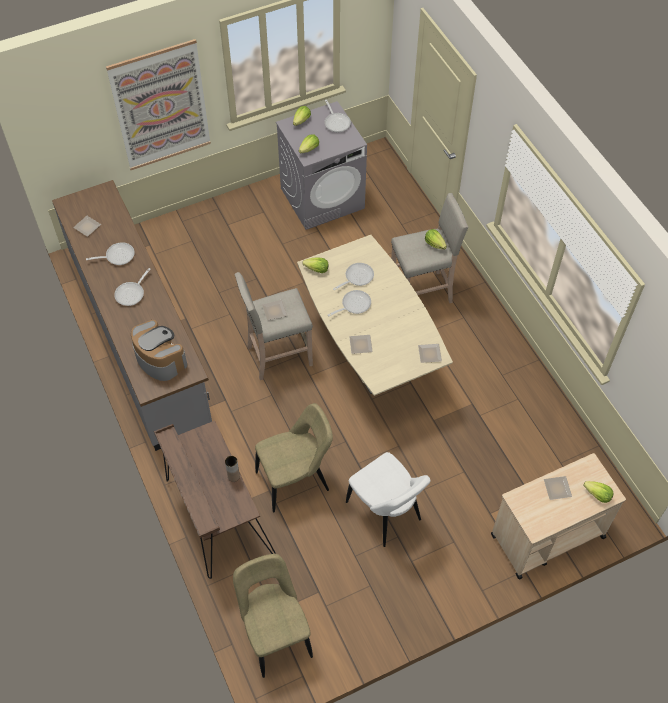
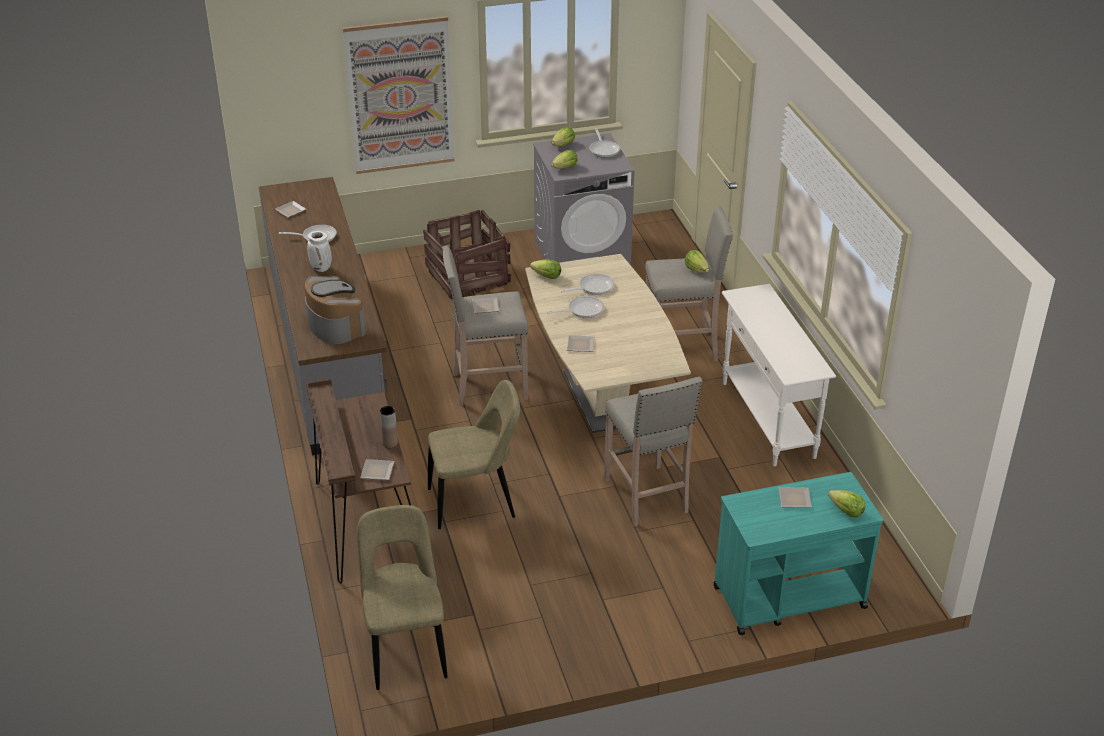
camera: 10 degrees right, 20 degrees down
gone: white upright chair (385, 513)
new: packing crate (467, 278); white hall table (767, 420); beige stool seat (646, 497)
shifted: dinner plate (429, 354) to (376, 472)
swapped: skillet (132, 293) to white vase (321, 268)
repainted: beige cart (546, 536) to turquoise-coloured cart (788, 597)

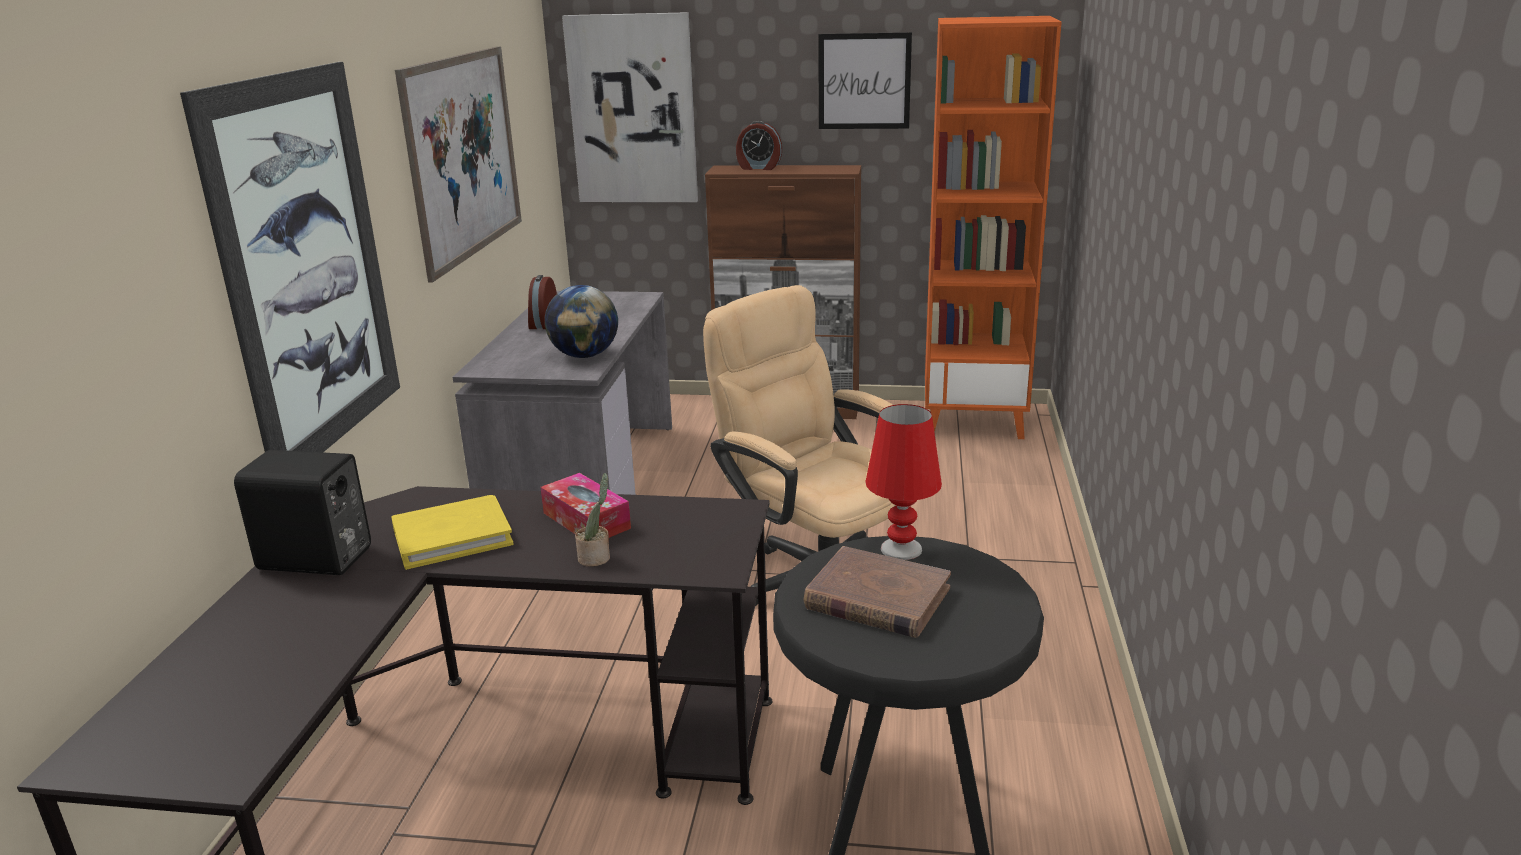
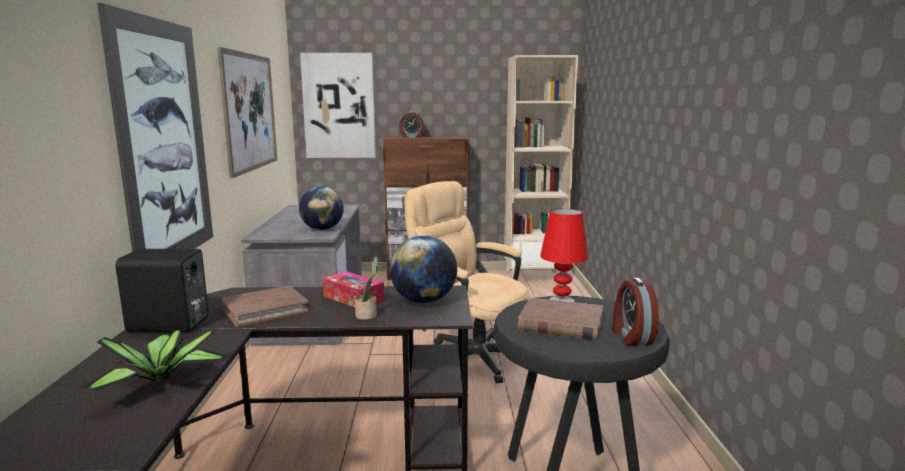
camera: 10 degrees left, 10 degrees down
gone: wall picture (864, 81)
new: world globe (424, 301); potted plant (162, 381)
shifted: bedside clock (543, 324) to (631, 337)
repainted: orange shelving unit (974, 421) to beige shelving unit (534, 278); yellow-coloured book (452, 536) to brownish book (265, 309)

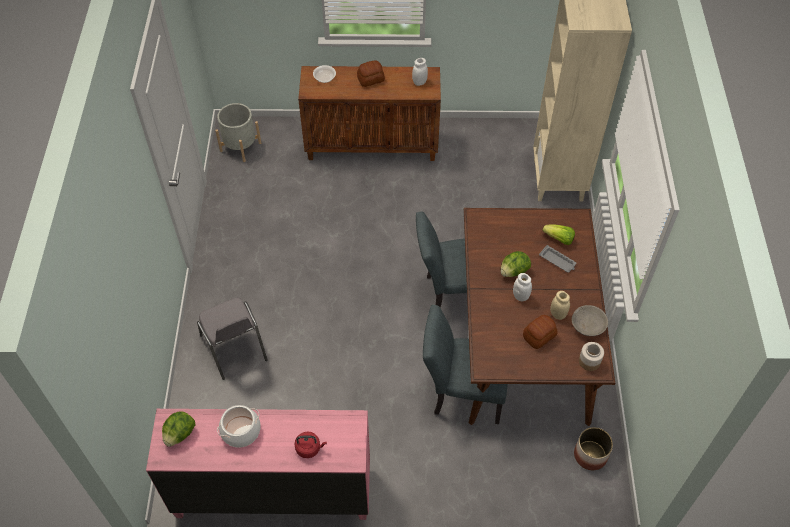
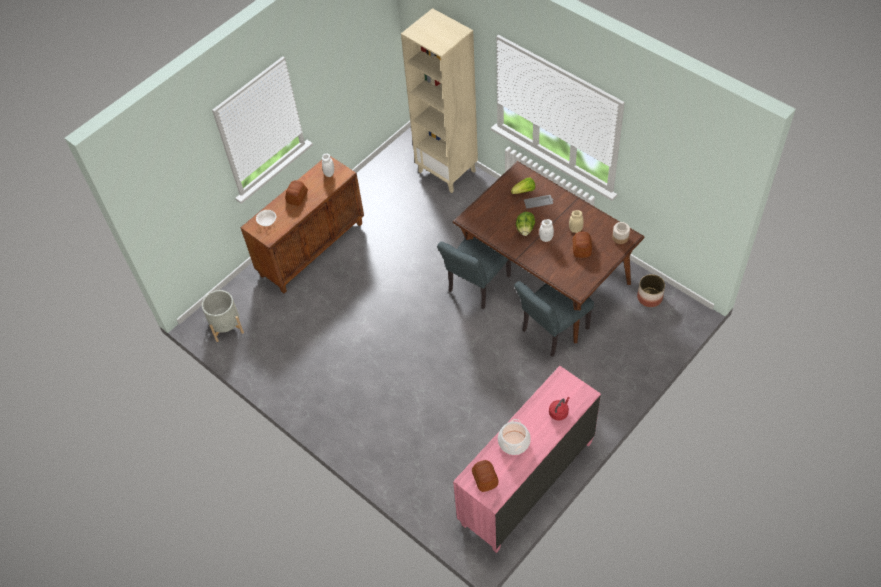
camera: 45 degrees left, 0 degrees up
gone: greyish upright chair (234, 348); greyish deep dish (588, 325)
swapped: lettuce head (180, 434) to bread (485, 478)

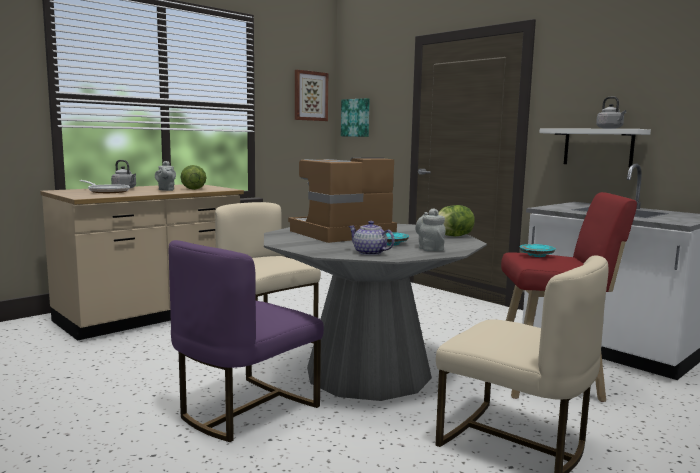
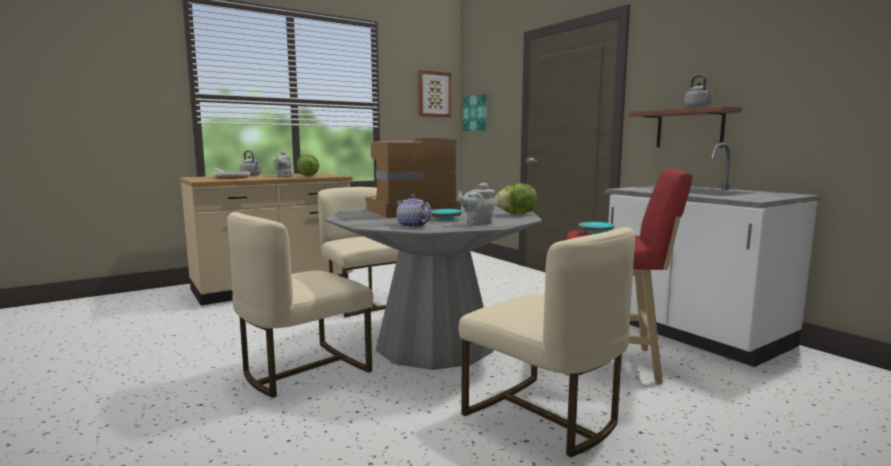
camera: 10 degrees right, 0 degrees up
repainted: white shelf (598, 147) to brownish shelf (689, 128); purplish upright chair (245, 409) to beige upright chair (303, 370)
rotated: greyish pot for tea (430, 249) = (477, 223) 120 degrees counterclockwise

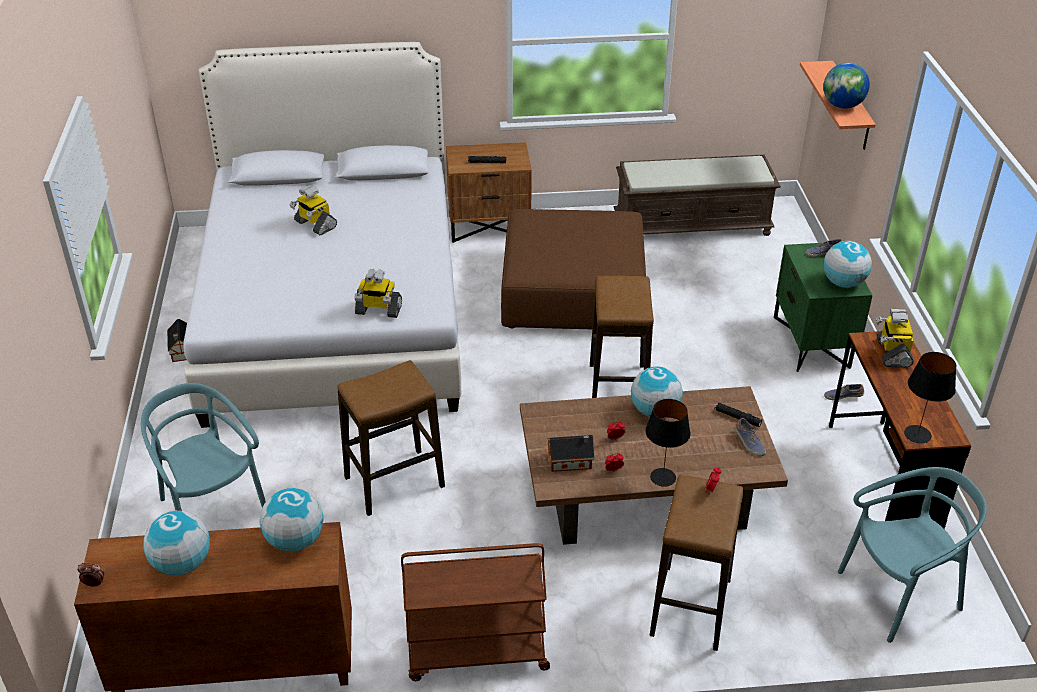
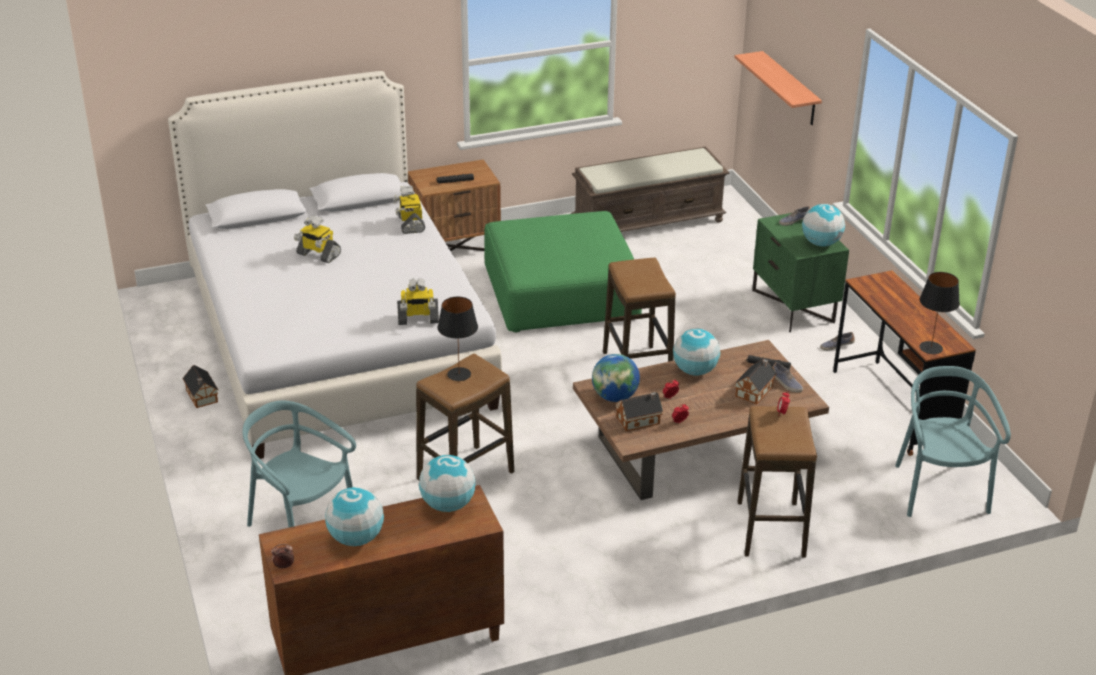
camera: 15 degrees left, 5 degrees down
gone: brownish cart (476, 653)
new: toy house (755, 391)
shifted: world globe (842, 106) to (615, 397); robot figure (892, 353) to (410, 224); blackish tabletop lamp (663, 477) to (459, 374)
repainted: brownish footrest (573, 291) to greenish footrest (561, 292)
rotated: turquoise-coloured upright chair (899, 595) = (938, 490) 60 degrees counterclockwise

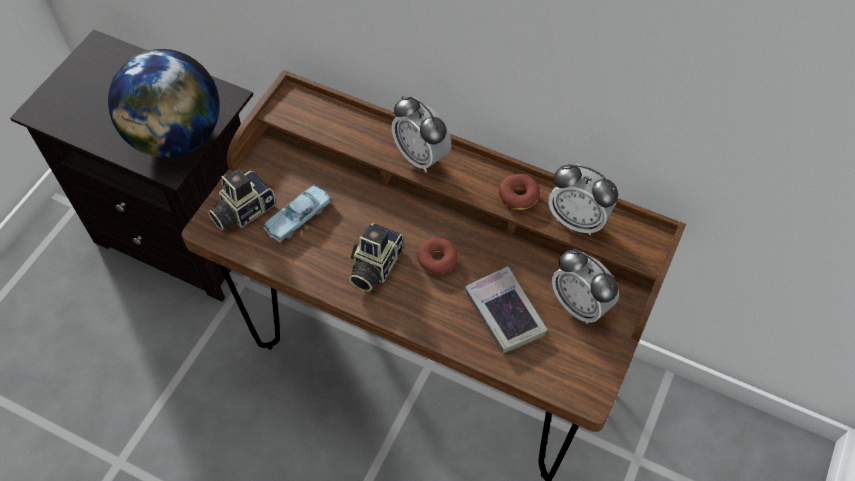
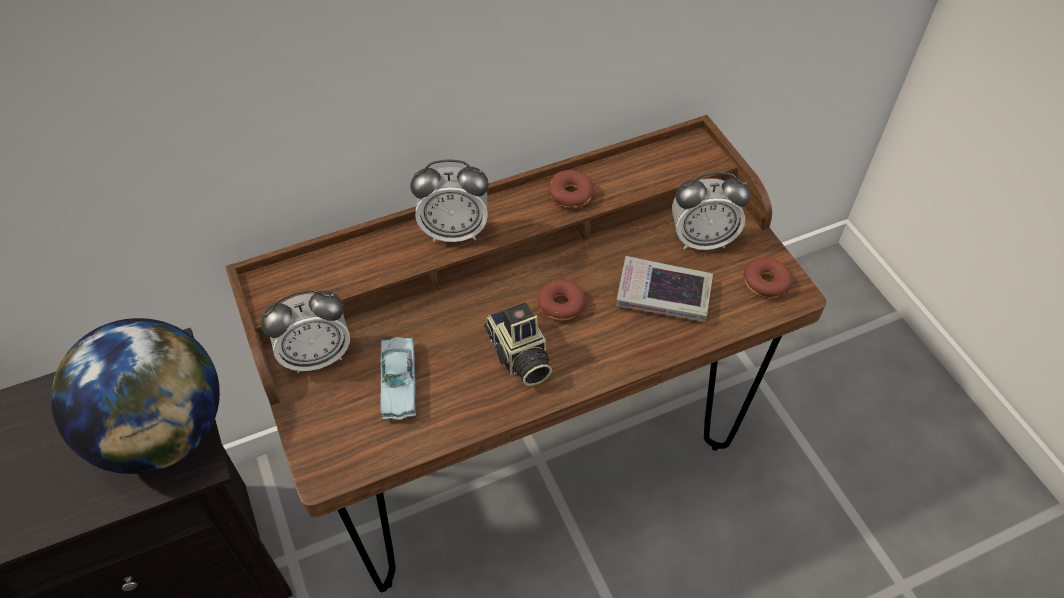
camera: 50 degrees left, 5 degrees down
gone: still camera (242, 210)
new: doughnut (765, 282)
shifted: bedside clock (577, 220) to (317, 356)

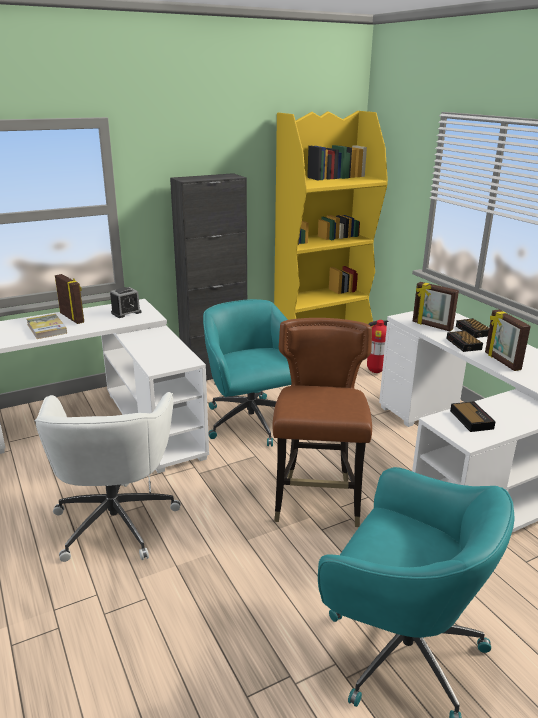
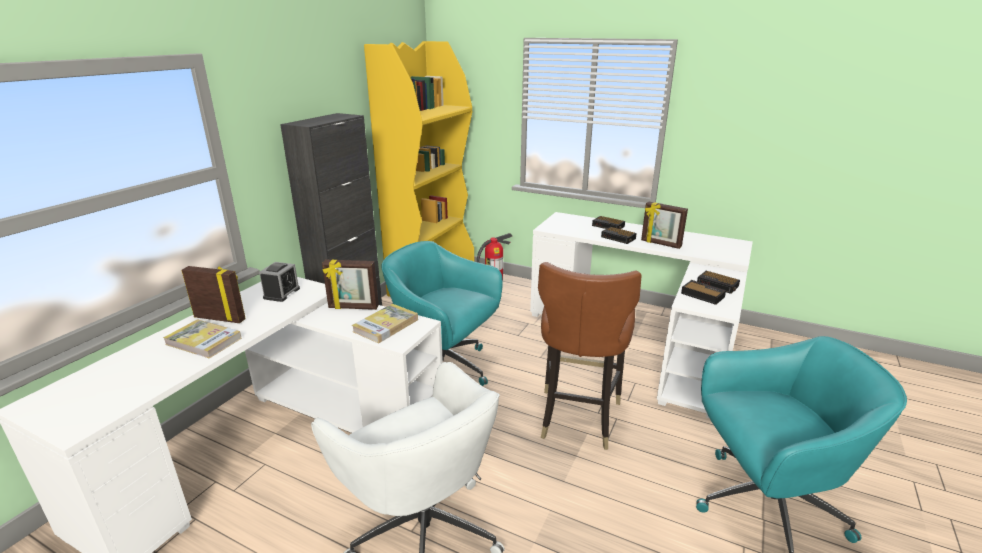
camera: 35 degrees left, 0 degrees up
new: bedside clock (718, 285); book (386, 325)
shifted: photo frame (432, 326) to (353, 307)
rotated: brownish upright chair (317, 502) = (577, 417) 135 degrees counterclockwise

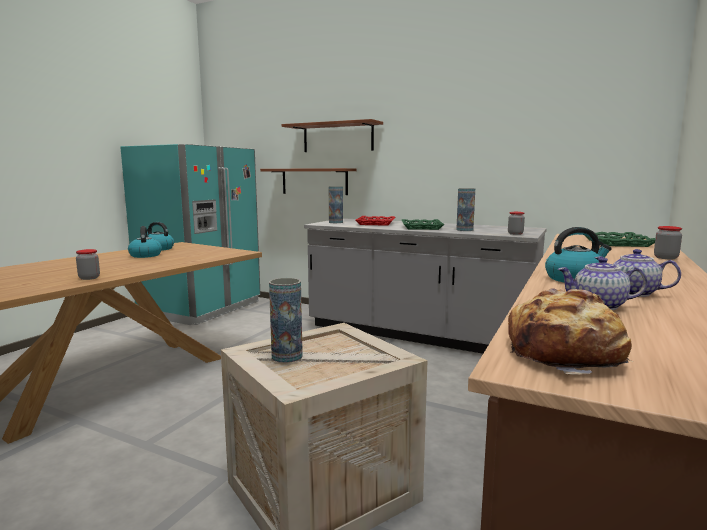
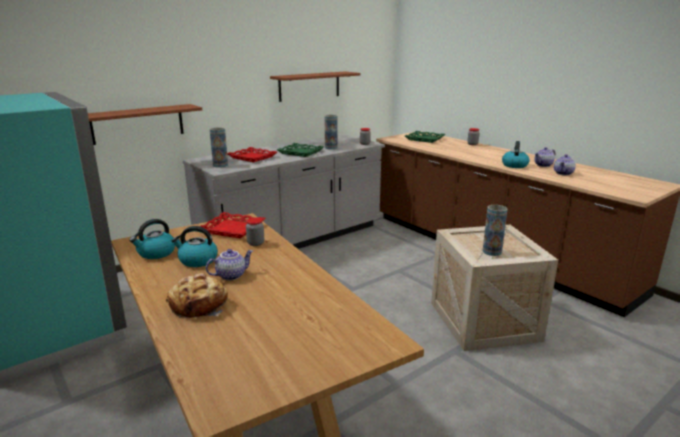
camera: 65 degrees left, 10 degrees up
new: reddish tray (232, 229); pot for tea (231, 275)
shifted: brownish shelf (338, 137) to (309, 86); preserve jar (89, 278) to (255, 243); bread (565, 354) to (199, 305)

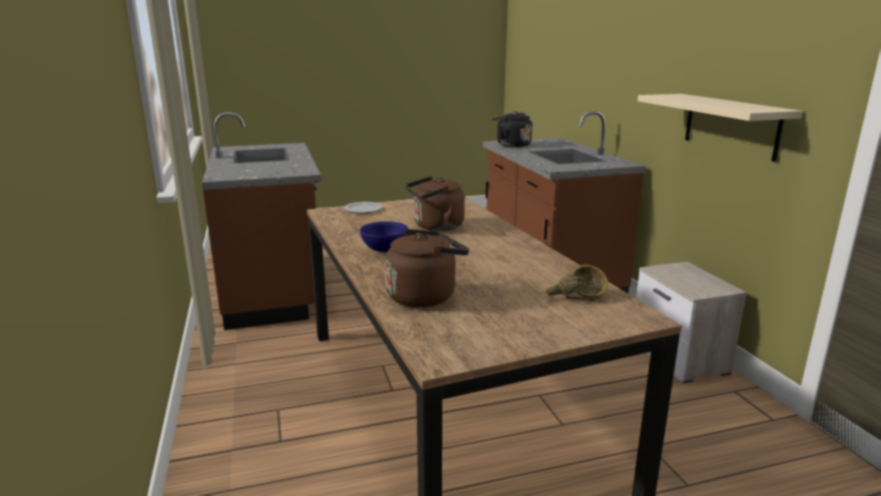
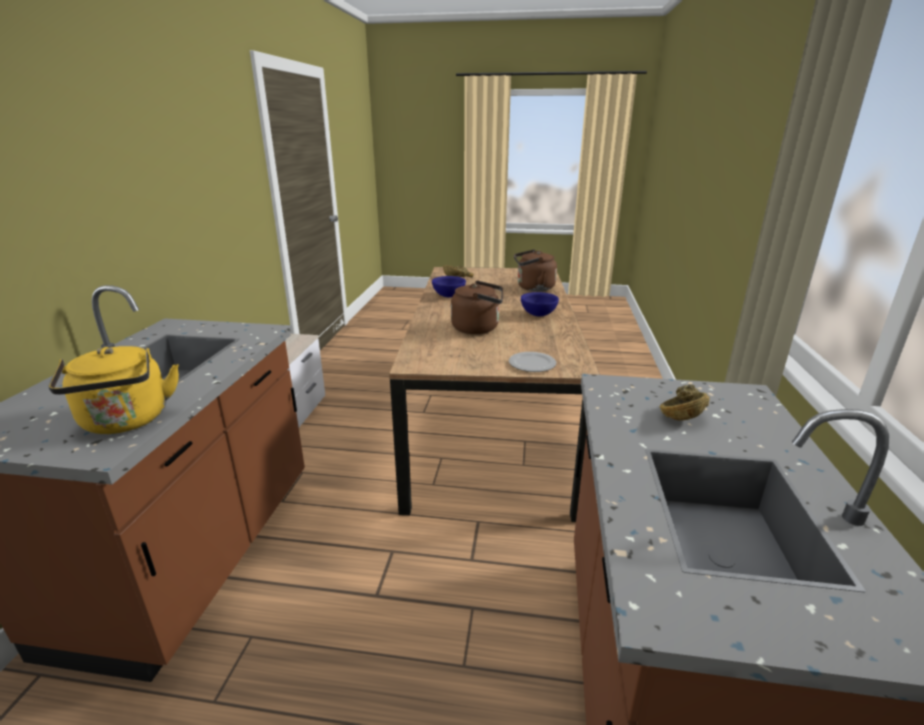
camera: 155 degrees left, 5 degrees up
gone: beige shelf (730, 125)
new: blue deep dish (448, 296); brownish deep dish (682, 412)
repainted: blackish tea kettle (511, 145) to yellow-coloured tea kettle (126, 422)

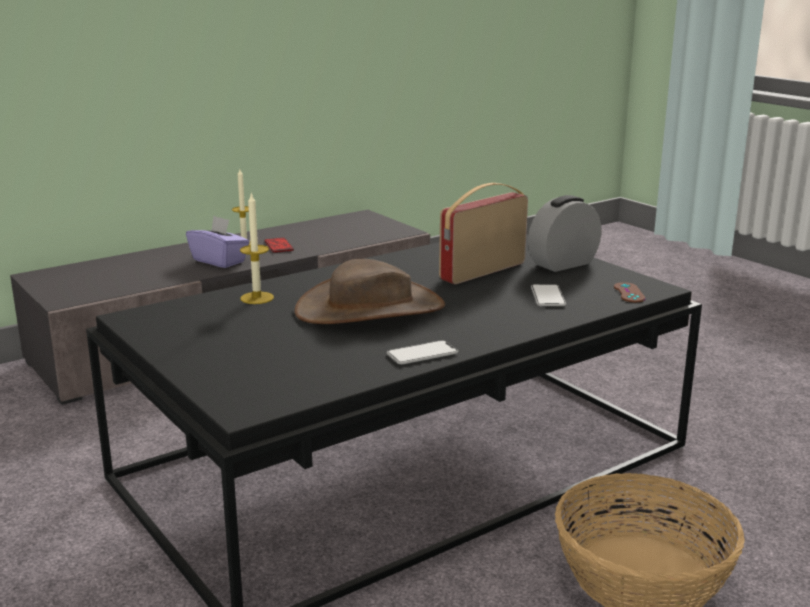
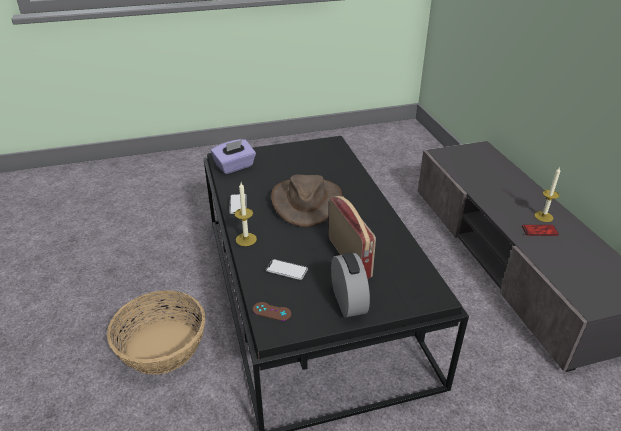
camera: 110 degrees right, 15 degrees up
shifted: wax candle (257, 298) to (246, 239); purplish tissue box (219, 261) to (235, 166)

